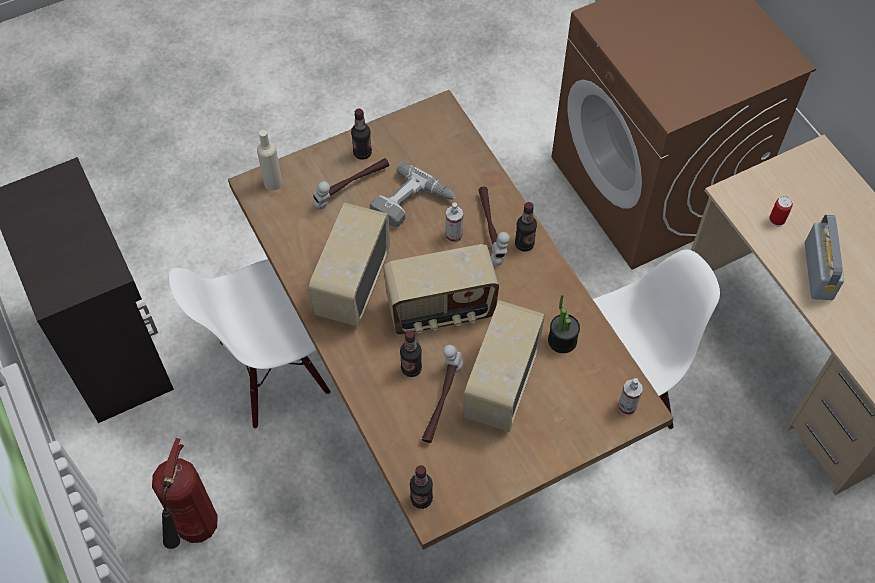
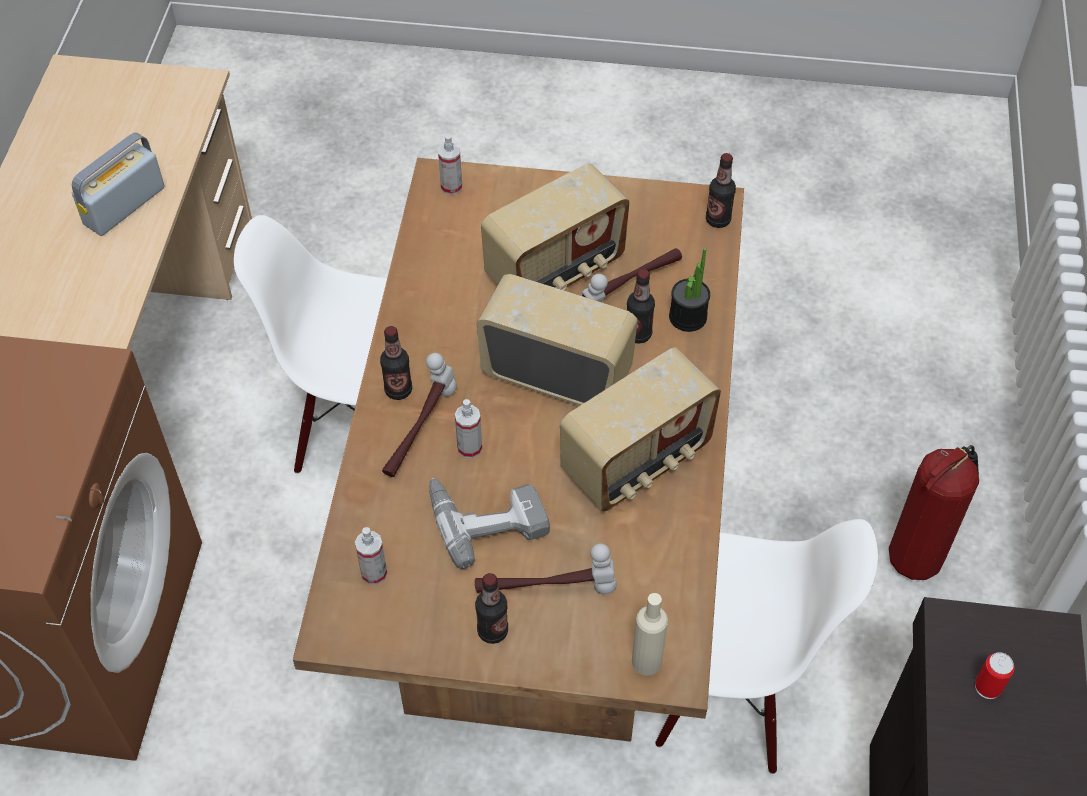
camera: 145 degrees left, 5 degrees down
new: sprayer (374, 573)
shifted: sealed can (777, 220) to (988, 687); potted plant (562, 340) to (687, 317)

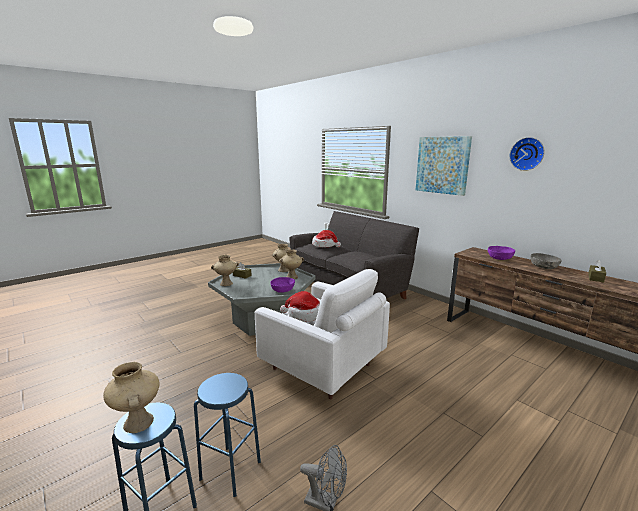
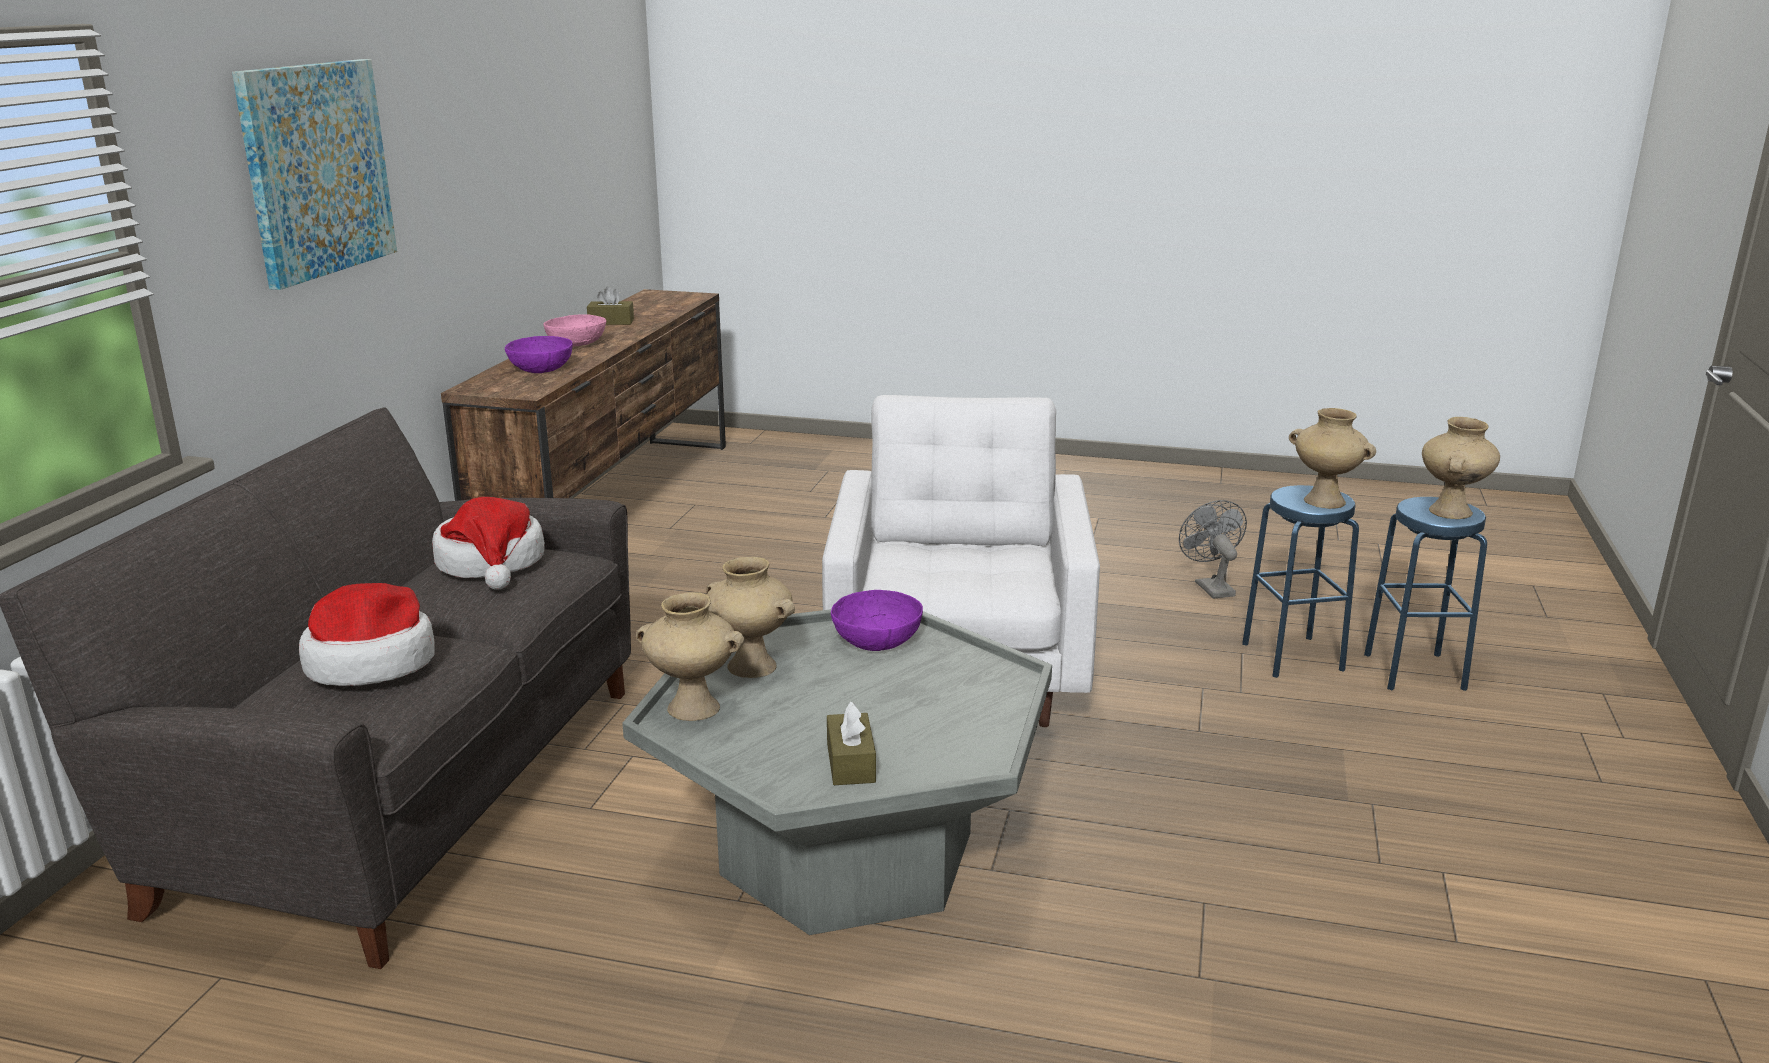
camera: 125 degrees left, 5 degrees up
gone: clock on the wall (527, 154)
shifted: beige vase (226, 284) to (1325, 501); hat (305, 315) to (492, 563)
repainted: greyish deep dish (544, 267) to pink deep dish (577, 344)

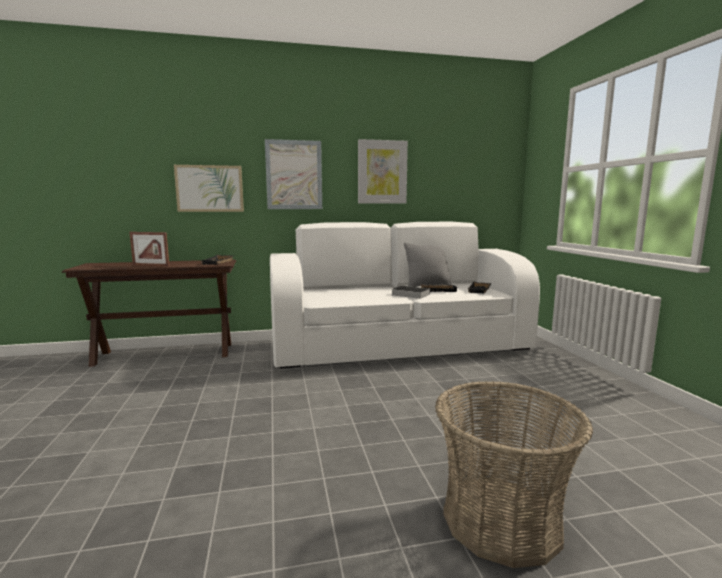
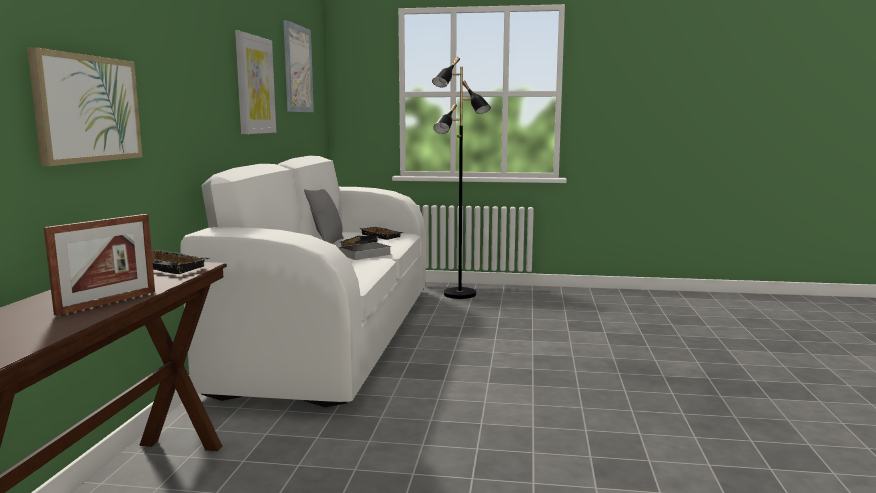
camera: 70 degrees left, 0 degrees up
gone: basket (501, 520)
new: blackish standard lamp (459, 294)
shifted: wall picture (294, 175) to (298, 69)

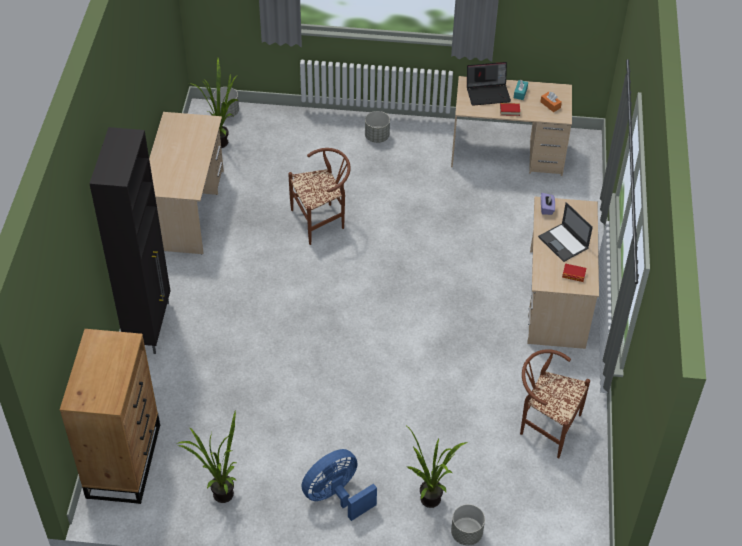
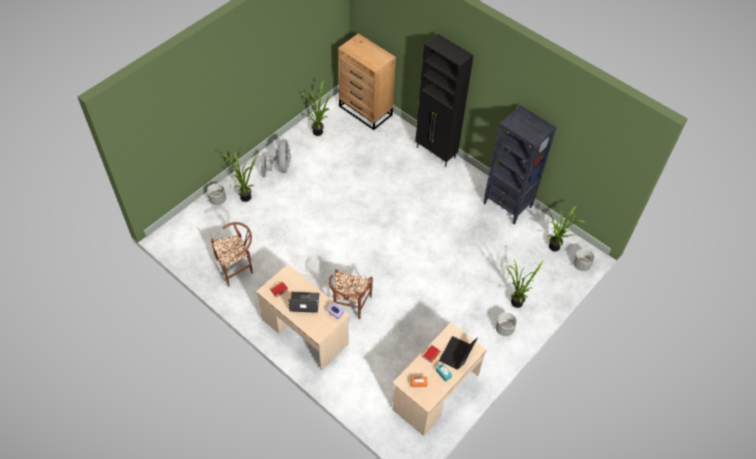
camera: 125 degrees right, 5 degrees up
new: potted plant (514, 301)
shifted: brownish upright chair (322, 220) to (349, 307)
swapped: beige desk (187, 209) to blackish shelving unit (508, 205)
repainted: blue electric fan (336, 496) to greyish electric fan (280, 167)

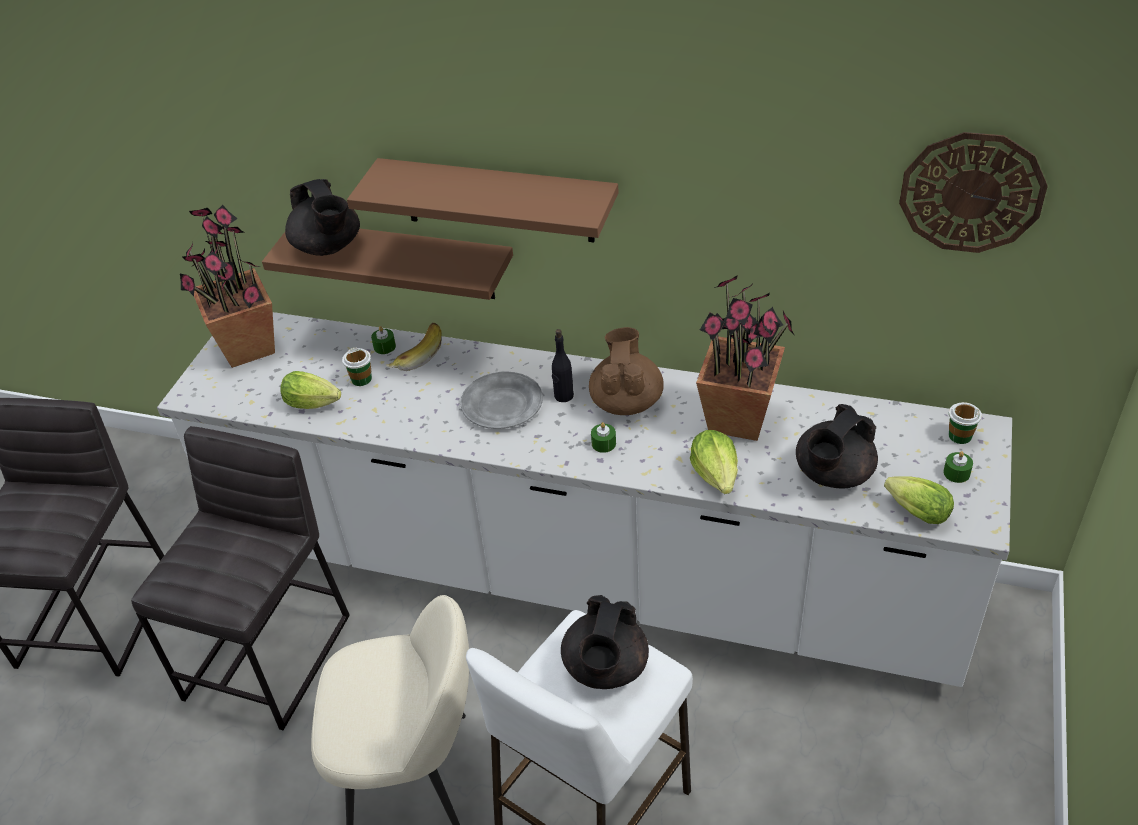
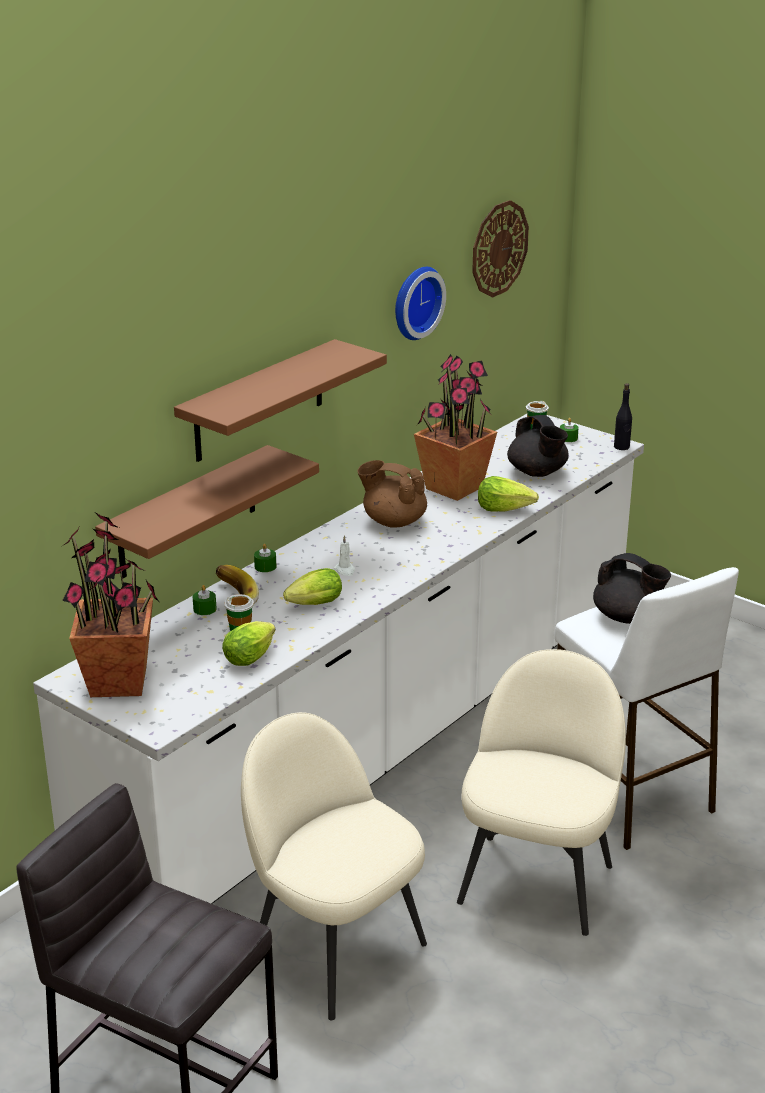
camera: 70 degrees left, 15 degrees down
gone: blackish pot for tea (328, 247)
new: clock on the wall (414, 302)
shifted: blackish beverage bottle (563, 396) to (621, 447); greenish wax candle (603, 443) to (265, 566); lettuce head (914, 511) to (312, 605)
swapped: greyish dinner plate (501, 404) to white wax candle (345, 570); greyish stool seat (270, 656) to beige upright chair (334, 950)

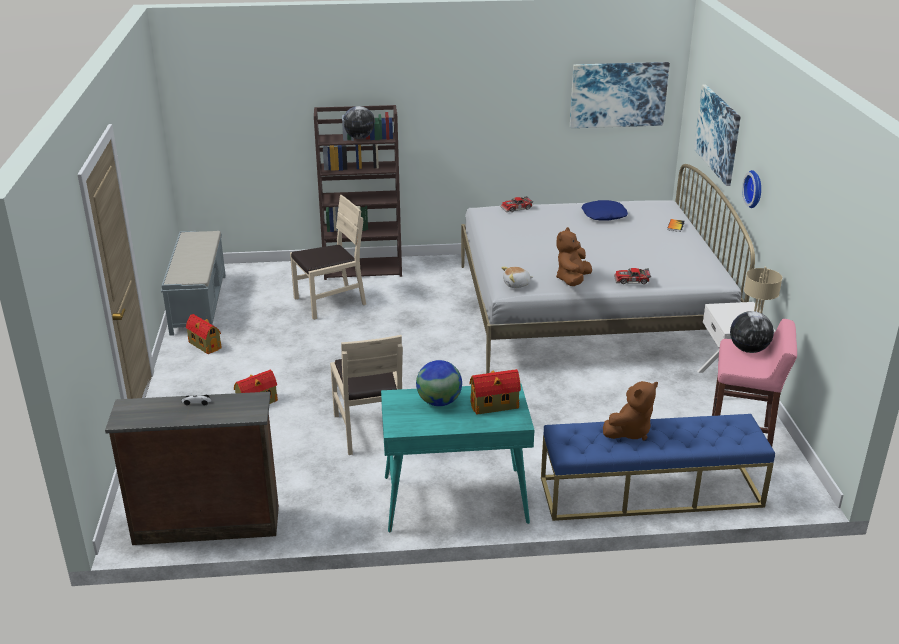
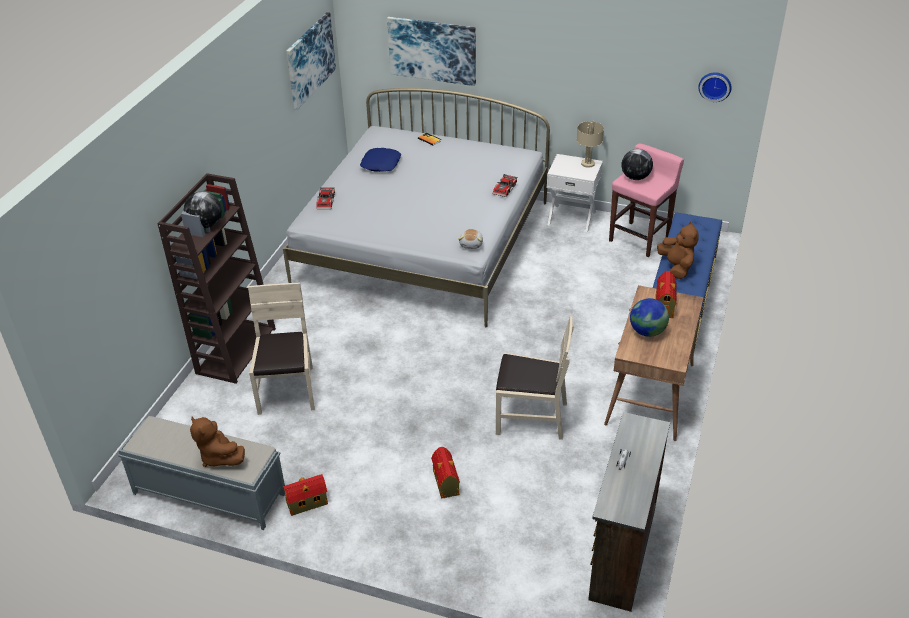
camera: 65 degrees left, 10 degrees up
shifted: clock on the wall (755, 189) to (715, 86); brownish plush toy (572, 280) to (219, 457)
repainted: turquoise-coloured desk (454, 500) to brownish desk (650, 395)

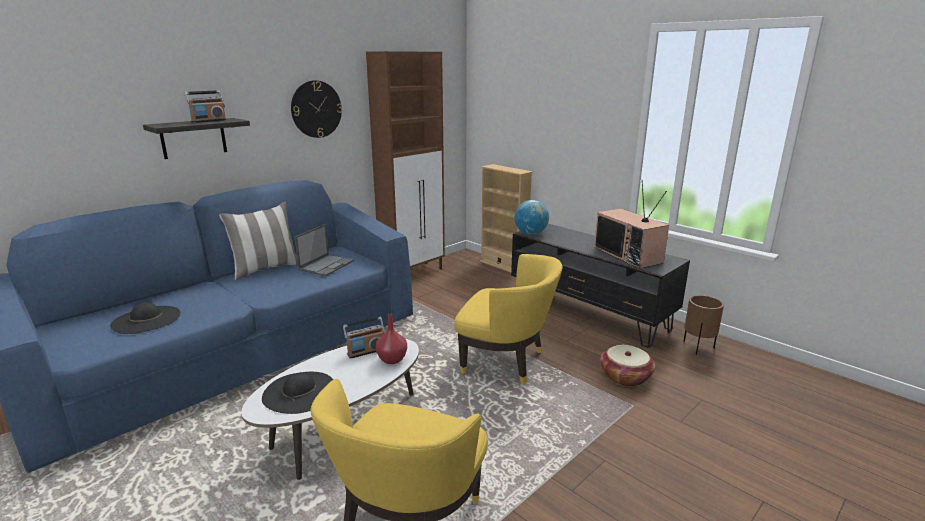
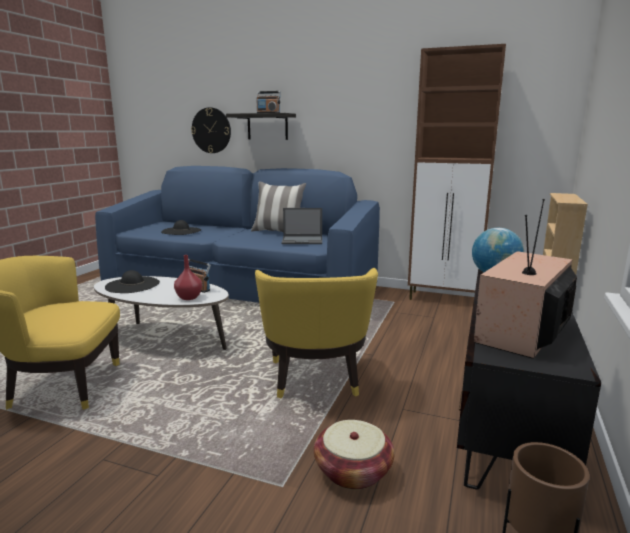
camera: 65 degrees right, 5 degrees down
shifted: clock on the wall (316, 109) to (211, 130)

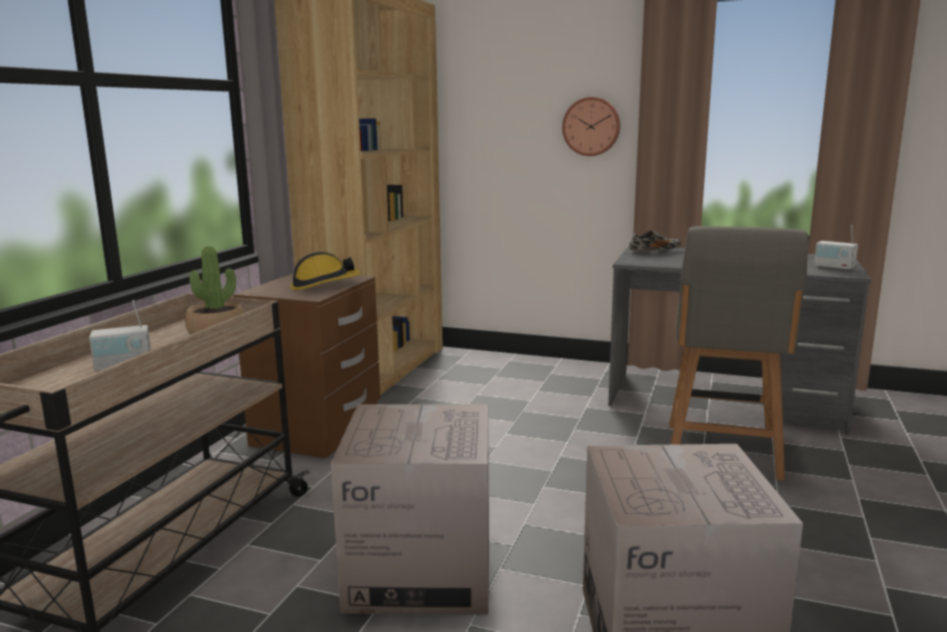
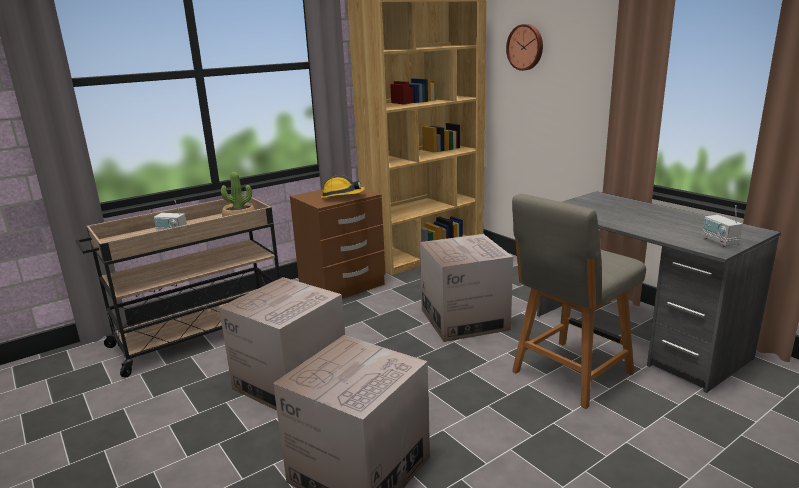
camera: 35 degrees right, 5 degrees up
gone: low shoe (654, 251)
new: cardboard box (464, 320)
shifted: clock on the wall (591, 126) to (526, 47)

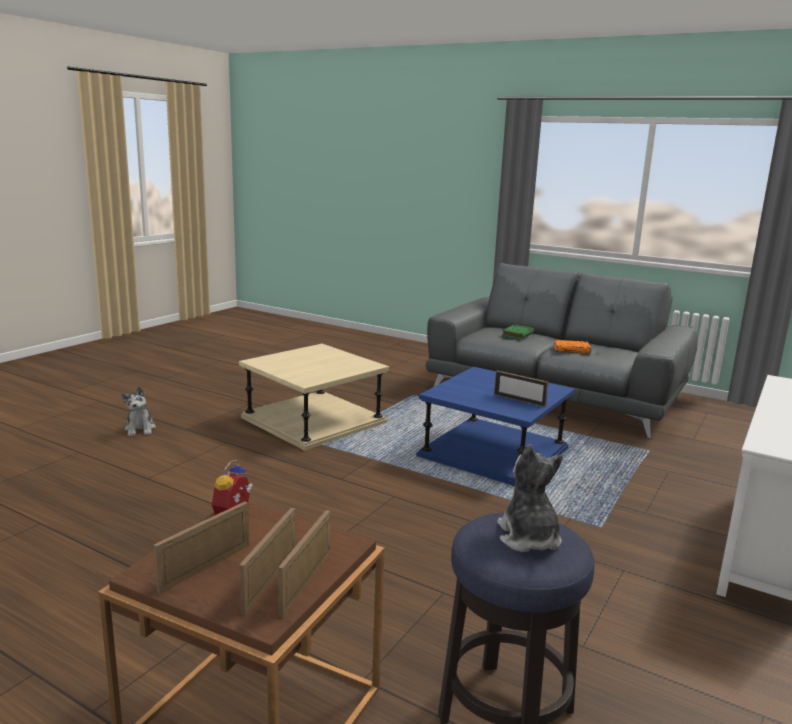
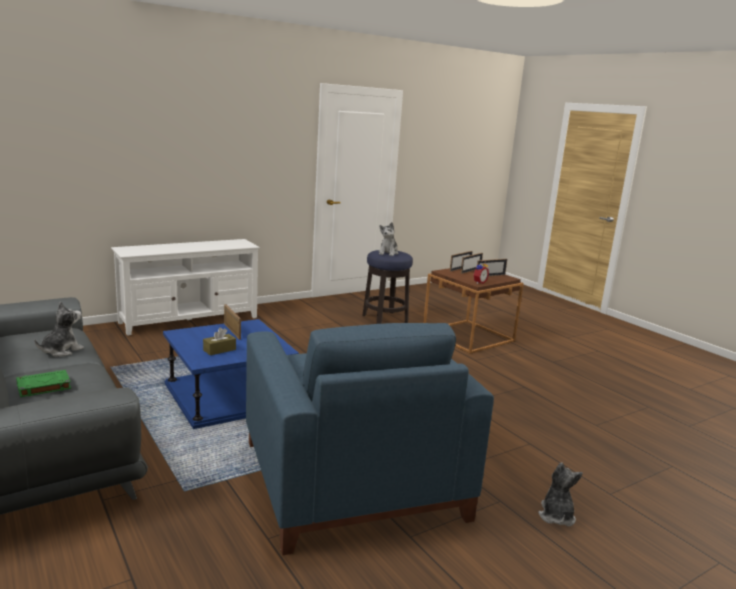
camera: 155 degrees left, 0 degrees up
new: brownish tissue box (219, 350)
swapped: orange book (572, 349) to plush toy (61, 351); beige side table (314, 420) to blue easy chair (350, 477)

